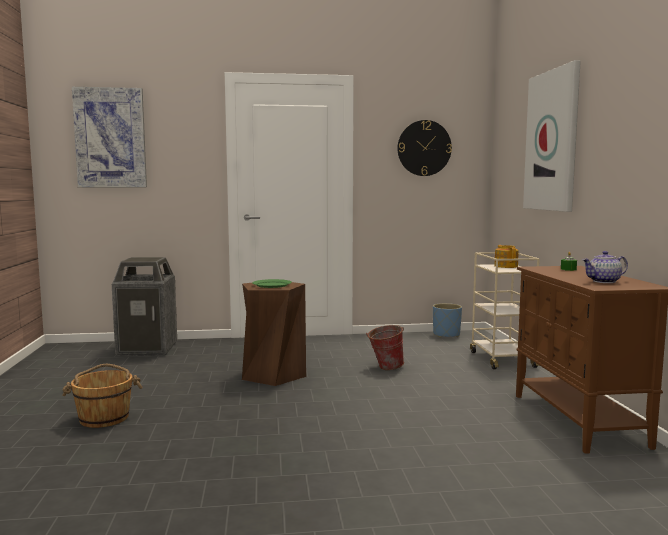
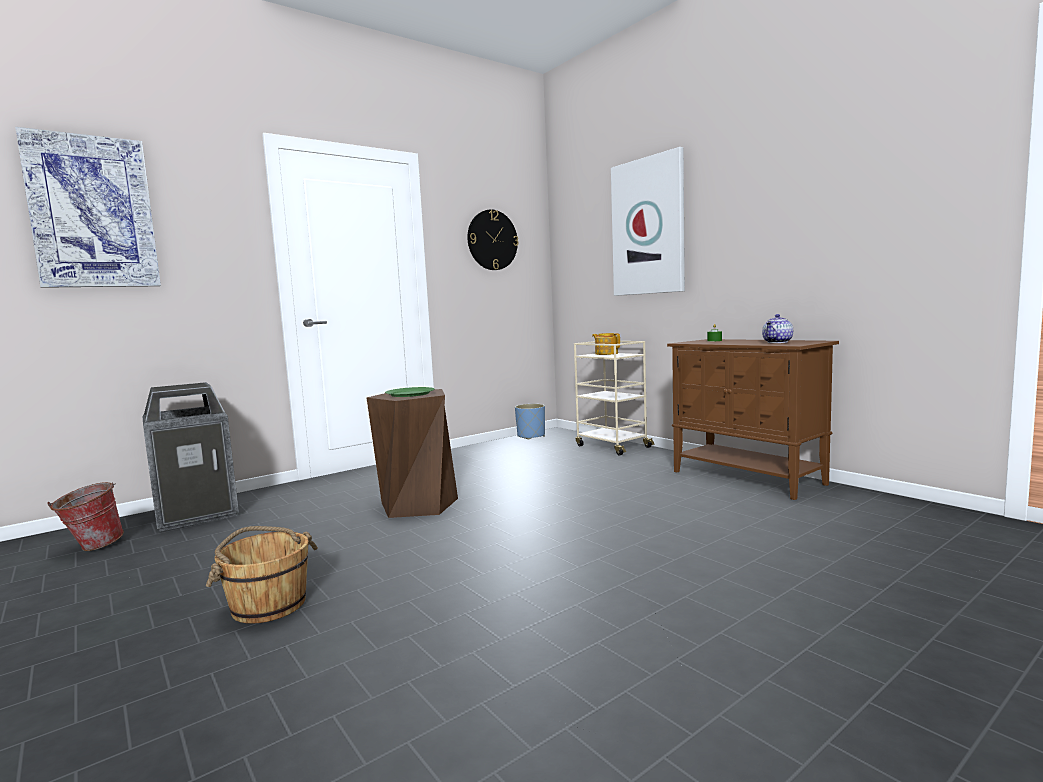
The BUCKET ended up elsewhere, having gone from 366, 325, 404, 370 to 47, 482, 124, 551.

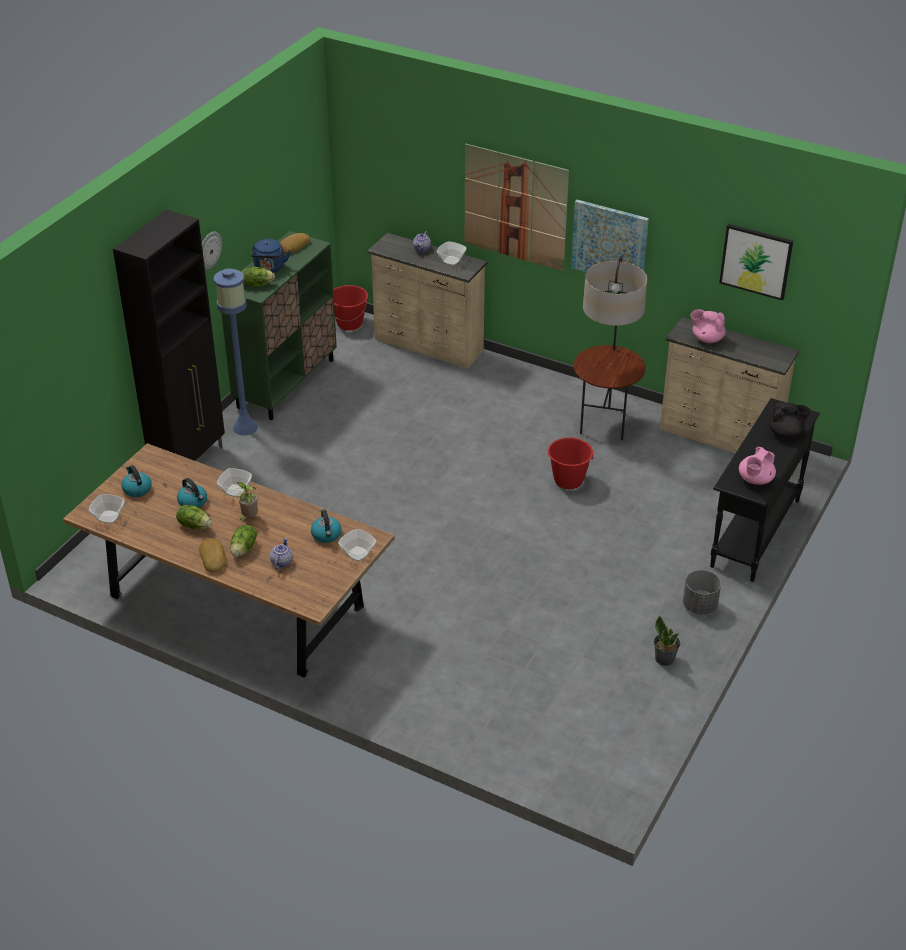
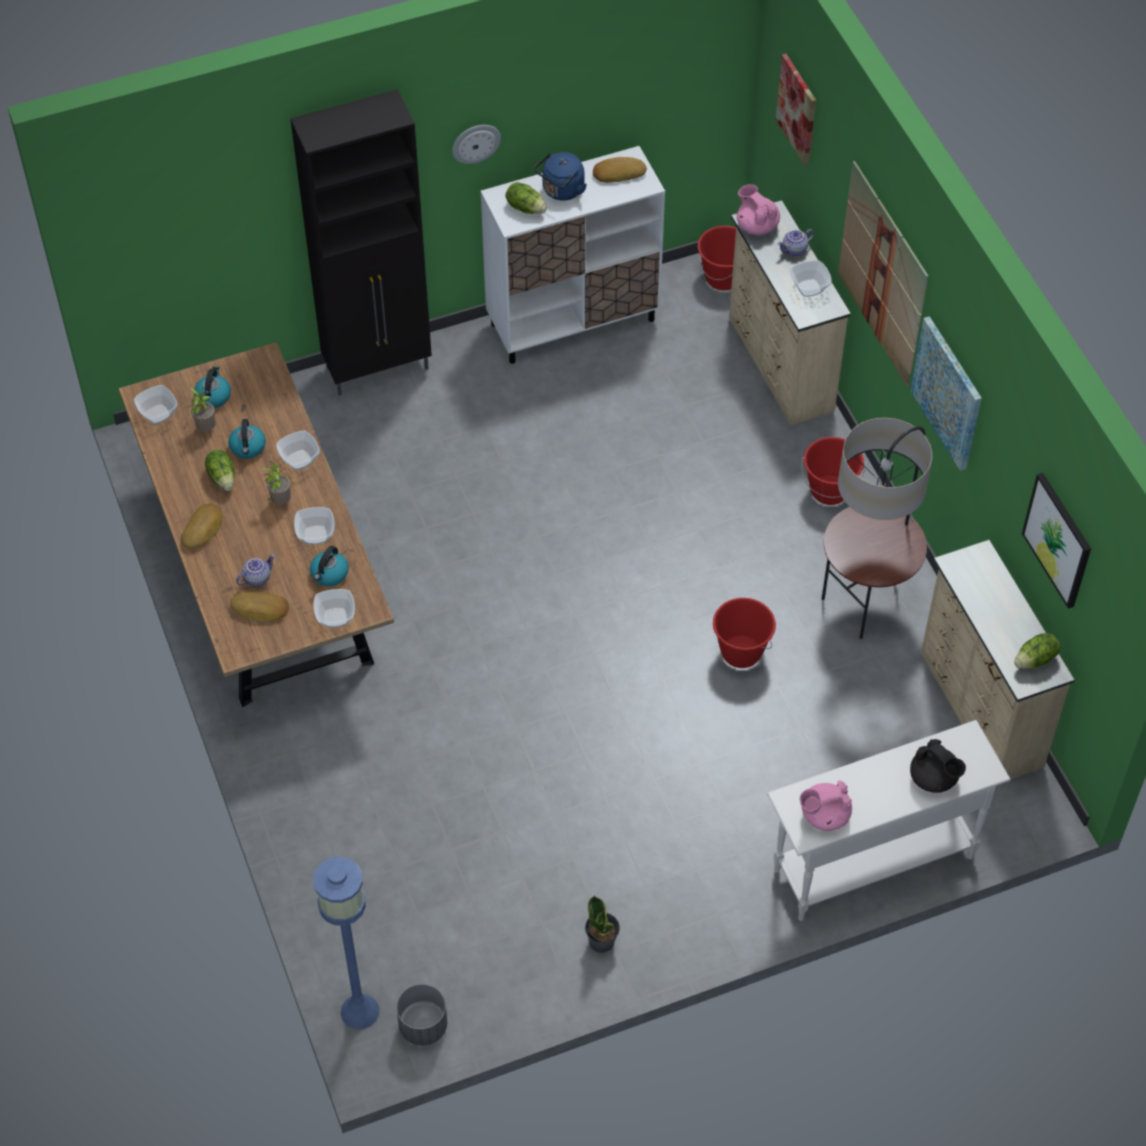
The second view gained the HOUSEPLANT at 191, 387, 216, 432.
The second view gained the BAKERY BREAD at 230, 592, 289, 622.
The second view gained the SERVING BOWL at 294, 507, 335, 545.
The second view gained the WALL ART at 776, 54, 816, 166.
The second view gained the REDDISH BUCKET at 801, 437, 865, 505.
The BLUE STANDARD LAMP ended up elsewhere, having gone from 214, 268, 258, 436 to 313, 857, 379, 1029.
The HEAD OF LETTUCE ended up elsewhere, having gone from 231, 525, 257, 557 to 1014, 633, 1061, 669.
The GREY FLOWER POT ended up elsewhere, having gone from 683, 570, 721, 615 to 396, 984, 447, 1046.
The PINK-COLOURED TEA POT ended up elsewhere, having gone from 691, 309, 726, 343 to 737, 184, 780, 235.
What was the GREENISH STORAGE CABINET at 221, 231, 337, 420 turned into the WHITE STORAGE CABINET at 481, 146, 665, 364.
What was the BLACK CONSOLE TABLE at 710, 398, 820, 582 turned into the WHITE CONSOLE TABLE at 767, 720, 1011, 921.

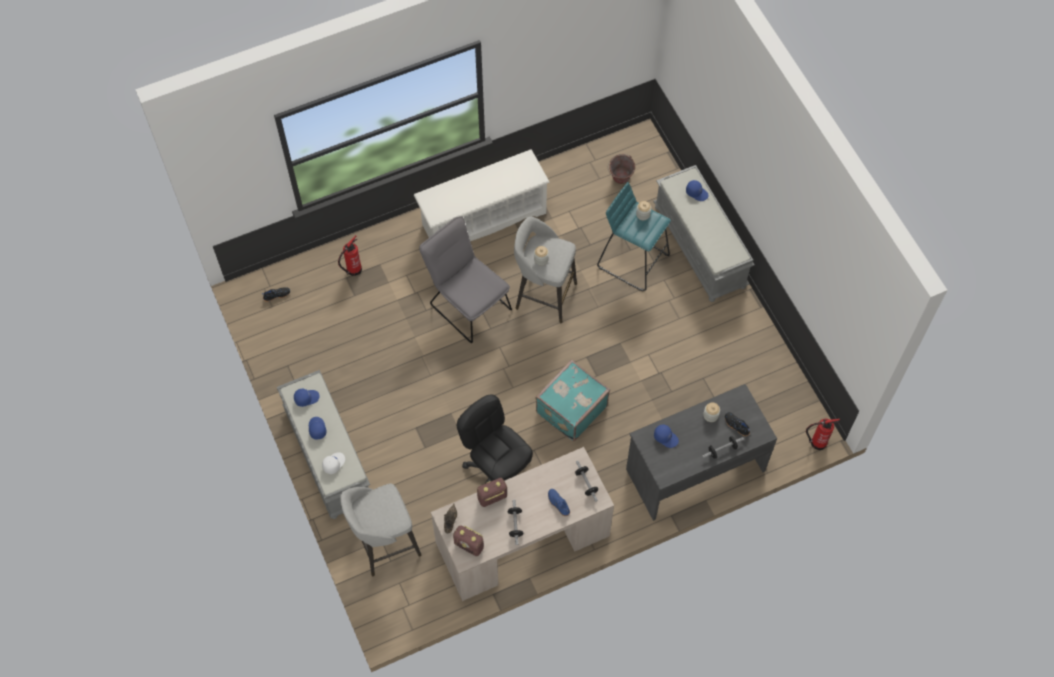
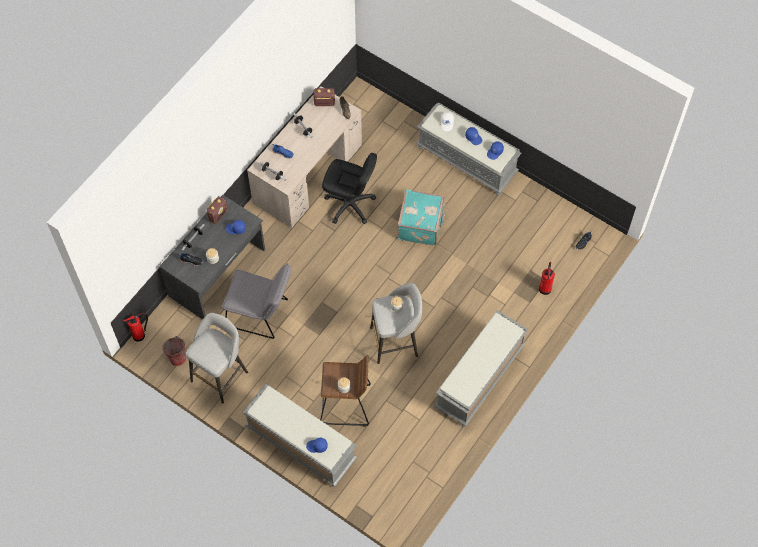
The GREY STOOL SEAT ended up elsewhere, having gone from 340, 484, 422, 577 to 186, 313, 248, 404.
The GREY PLAIN CHAIR ended up elsewhere, having gone from 419, 216, 512, 343 to 222, 263, 292, 339.
The RADIO SET ended up elsewhere, having gone from 477, 478, 507, 507 to 207, 197, 228, 224.
The BLUE-GREEN PIECE OF LUGGAGE ended up elsewhere, having gone from 536, 359, 610, 441 to 397, 189, 446, 245.
The BUCKET ended up elsewhere, having gone from 608, 154, 635, 184 to 162, 336, 187, 366.
Where the WHITE SHOE SHELF stood at 414, 150, 550, 241, the GREY BENCH came to stand at 435, 310, 529, 426.
What was the BLUE-GREEN STOOL SEAT at 597, 182, 671, 291 turned into the BROWN-COLOURED STOOL SEAT at 320, 355, 371, 426.

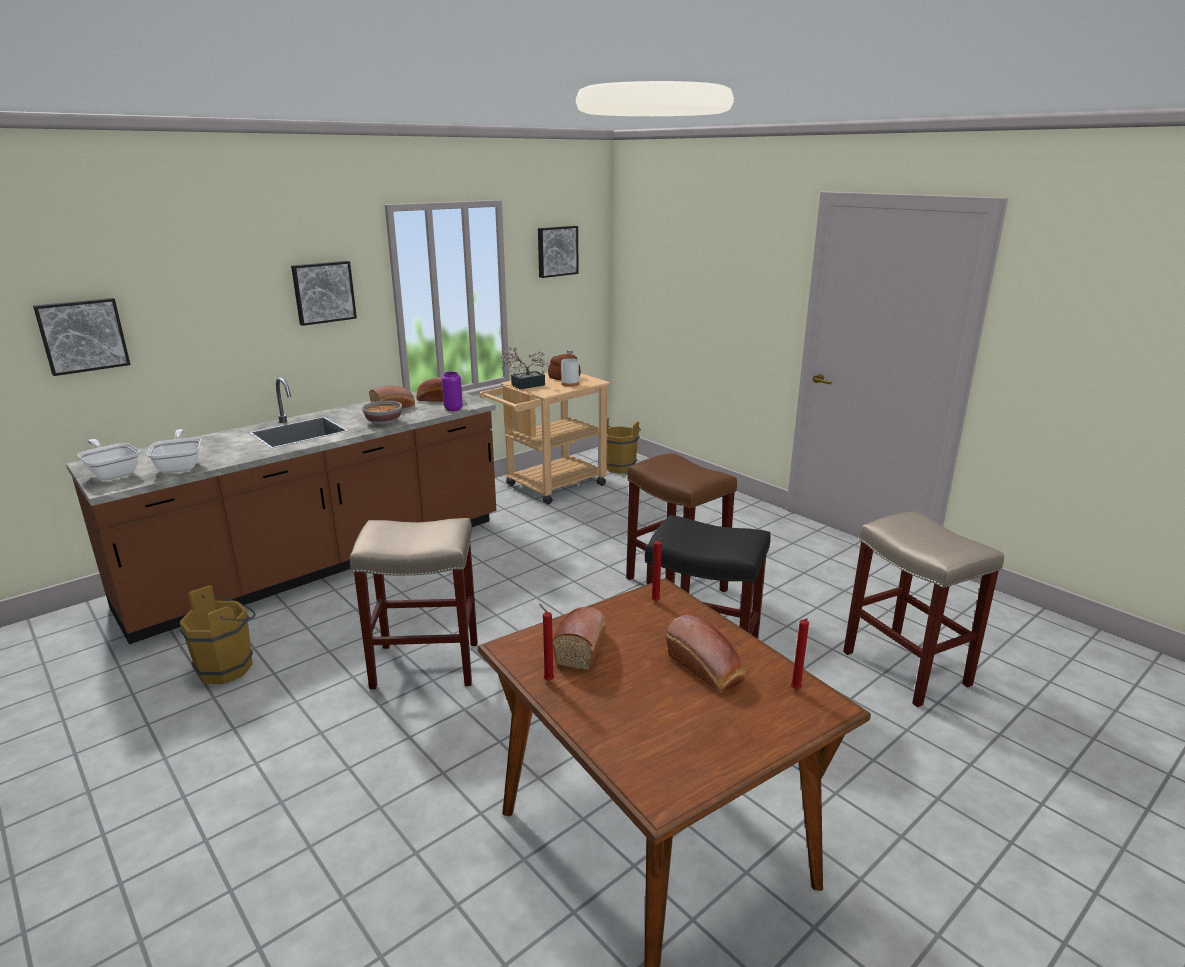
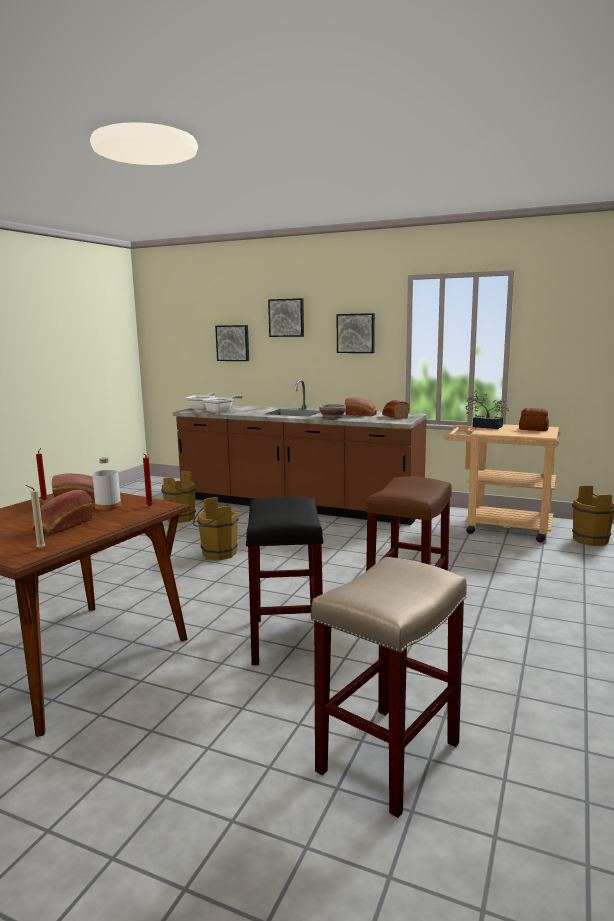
The second view lost the PURPLISH FLOWER VASE at 442, 372, 463, 411.
The WALL ART ended up elsewhere, having gone from 538, 226, 579, 278 to 268, 298, 304, 337.
The WHITE BOTTLE ended up elsewhere, having gone from 561, 349, 579, 387 to 92, 458, 122, 510.
Where the BEIGE-COLOURED STOOL SEAT stood at 350, 518, 478, 689, the BROWN-COLOURED BUCKET came to stand at 193, 497, 239, 560.
What was the REDDISH WAX CANDLE at 791, 618, 809, 689 turned into the BEIGE-COLOURED WAX CANDLE at 26, 485, 45, 549.

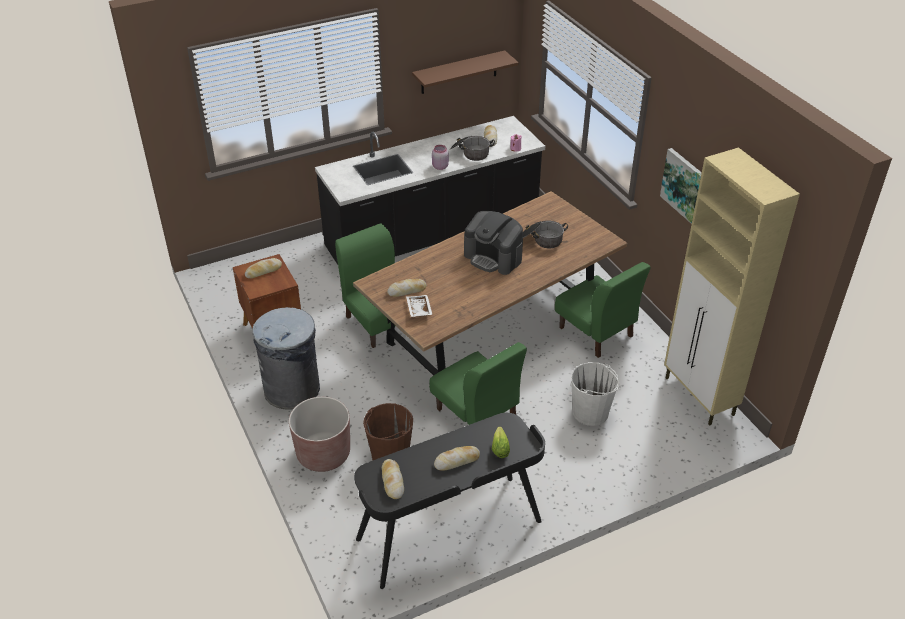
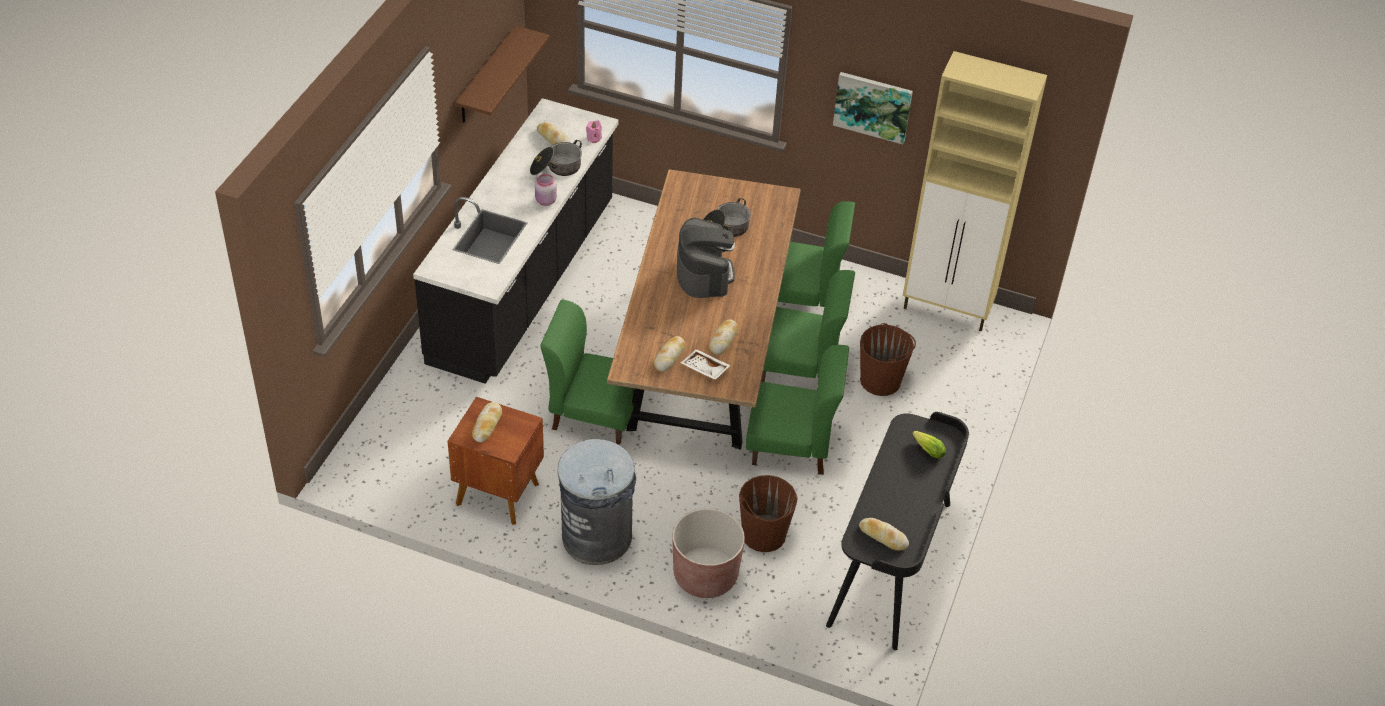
The second view gained the GREENISH PLAIN CHAIR at 761, 270, 855, 382.
The BAKERY BREAD ended up elsewhere, having gone from 434, 446, 480, 470 to 709, 319, 738, 355.
What was the WHITE BUCKET at 571, 362, 619, 426 turned into the BROWN-COLOURED BUCKET at 860, 323, 916, 396.
The COFFEE BREWER at 464, 211, 523, 275 ended up facing another way, 90 degrees counterclockwise from before.

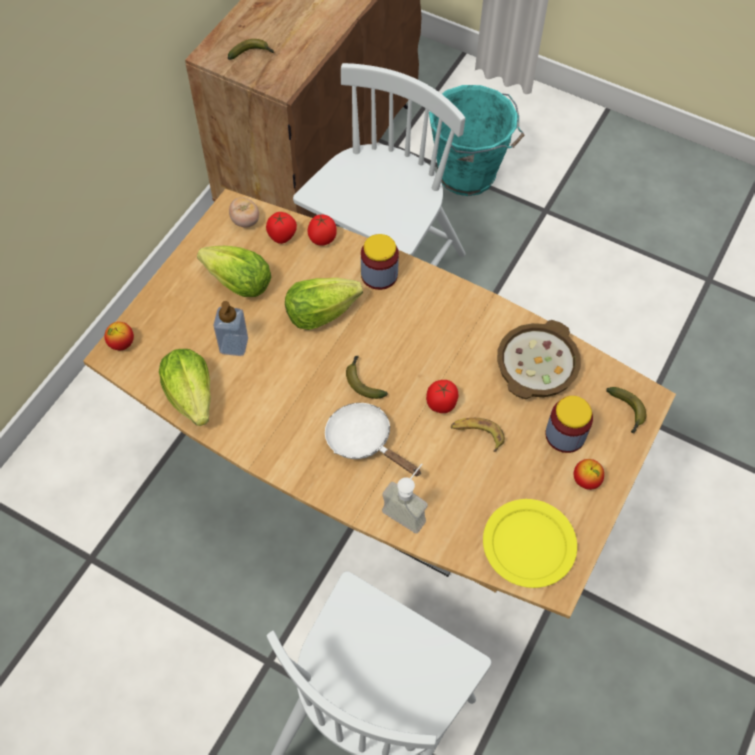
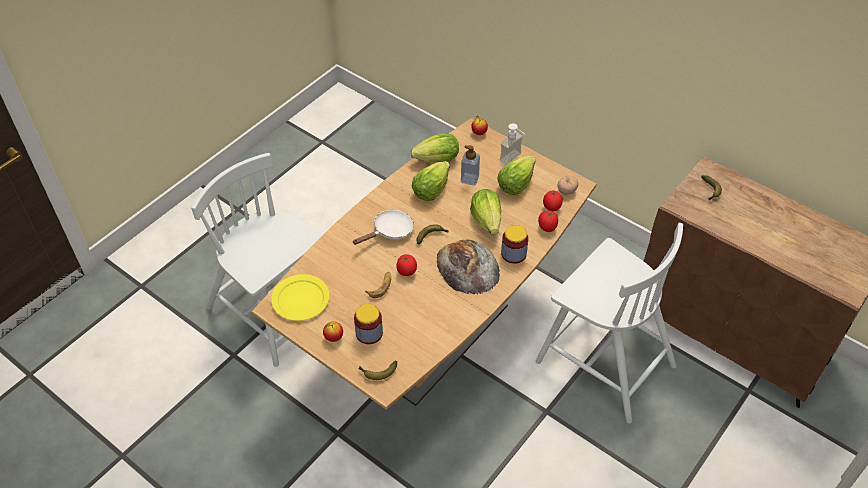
The second view lost the BLUE-GREEN BUCKET at 429, 85, 525, 196.
The second view lost the SERVING BOWL at 497, 320, 581, 399.
The second view gained the HEAD OF LETTUCE at 412, 161, 450, 201.
The second view gained the BAKERY BREAD at 437, 239, 500, 294.
The SOAP DISPENSER ended up elsewhere, having gone from 382, 464, 428, 533 to 500, 123, 525, 165.

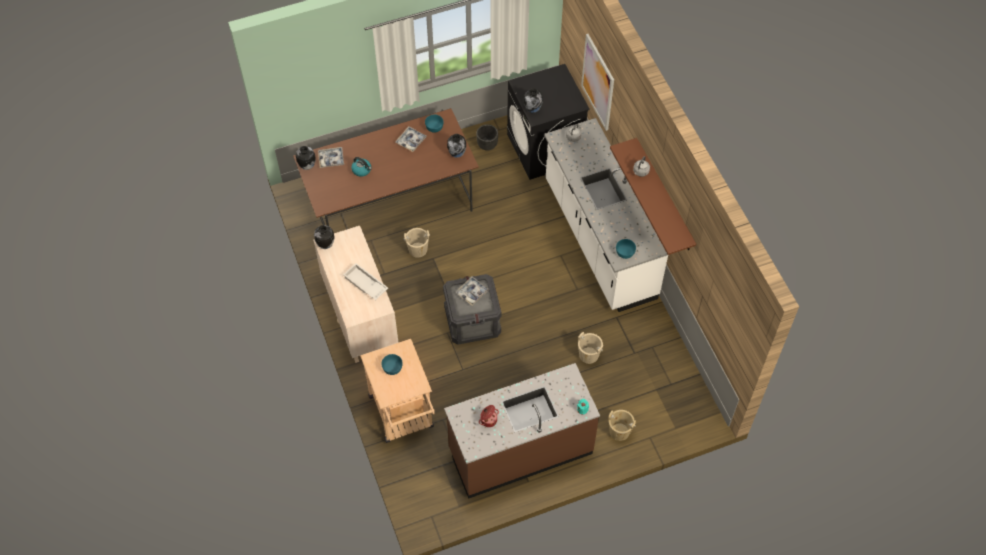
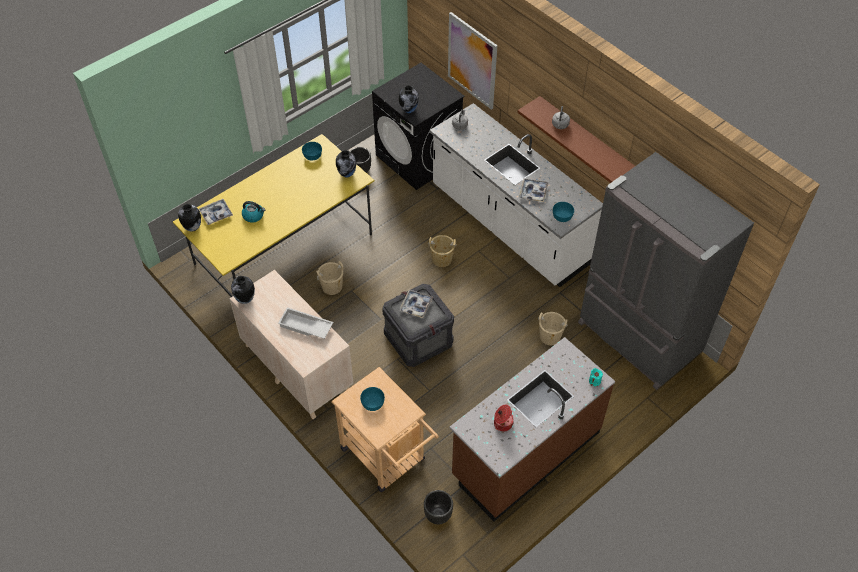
The second view gained the BLACK FLOWER POT at 424, 490, 453, 524.
The second view gained the GREY KITCHEN FRIDGE at 578, 152, 754, 390.
The CARRYING TRAY ended up elsewhere, having gone from 395, 126, 427, 152 to 519, 178, 548, 202.
The BEIGE-COLOURED BUCKET ended up elsewhere, having gone from 609, 410, 636, 441 to 428, 235, 457, 267.
What was the BROWN-COLOURED DINING TABLE at 293, 108, 479, 226 turned into the YELLOWISH DINING TABLE at 173, 134, 374, 297.

